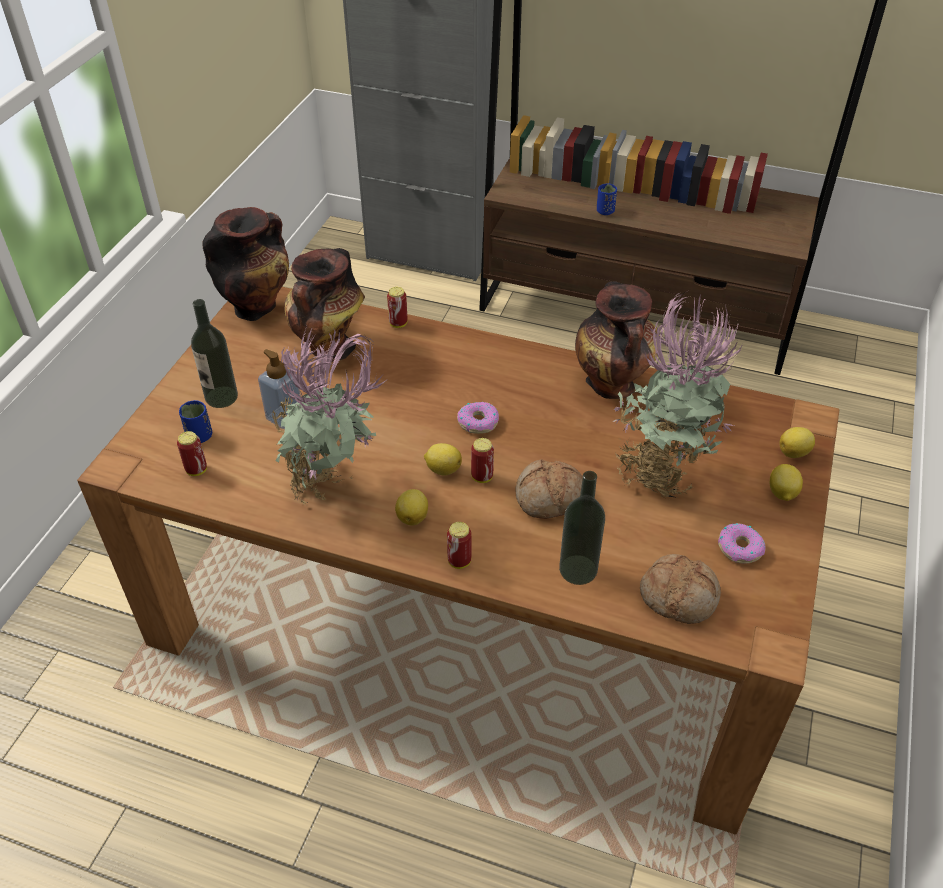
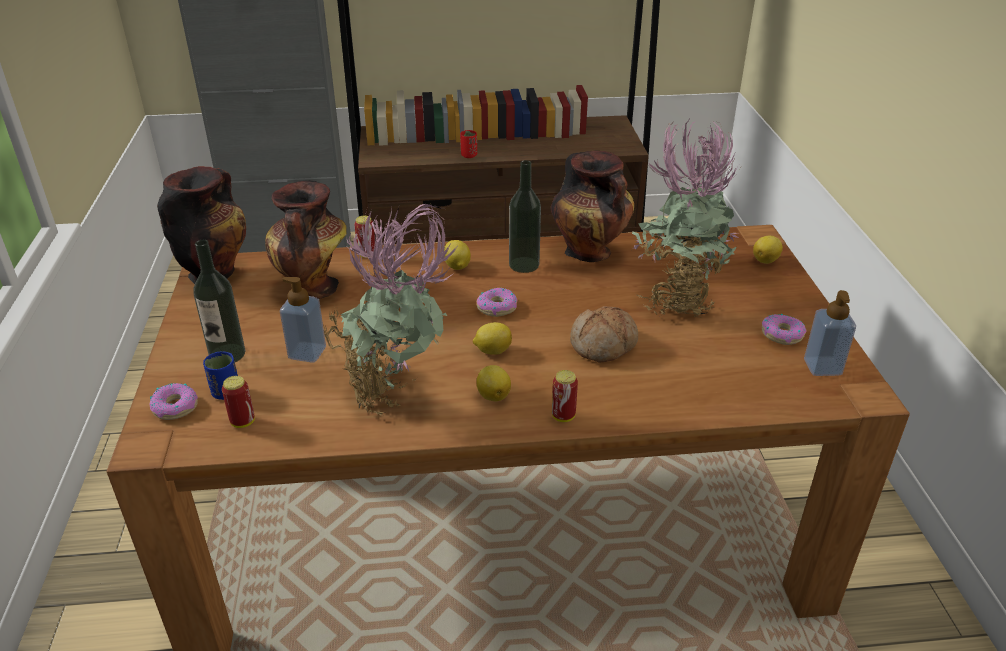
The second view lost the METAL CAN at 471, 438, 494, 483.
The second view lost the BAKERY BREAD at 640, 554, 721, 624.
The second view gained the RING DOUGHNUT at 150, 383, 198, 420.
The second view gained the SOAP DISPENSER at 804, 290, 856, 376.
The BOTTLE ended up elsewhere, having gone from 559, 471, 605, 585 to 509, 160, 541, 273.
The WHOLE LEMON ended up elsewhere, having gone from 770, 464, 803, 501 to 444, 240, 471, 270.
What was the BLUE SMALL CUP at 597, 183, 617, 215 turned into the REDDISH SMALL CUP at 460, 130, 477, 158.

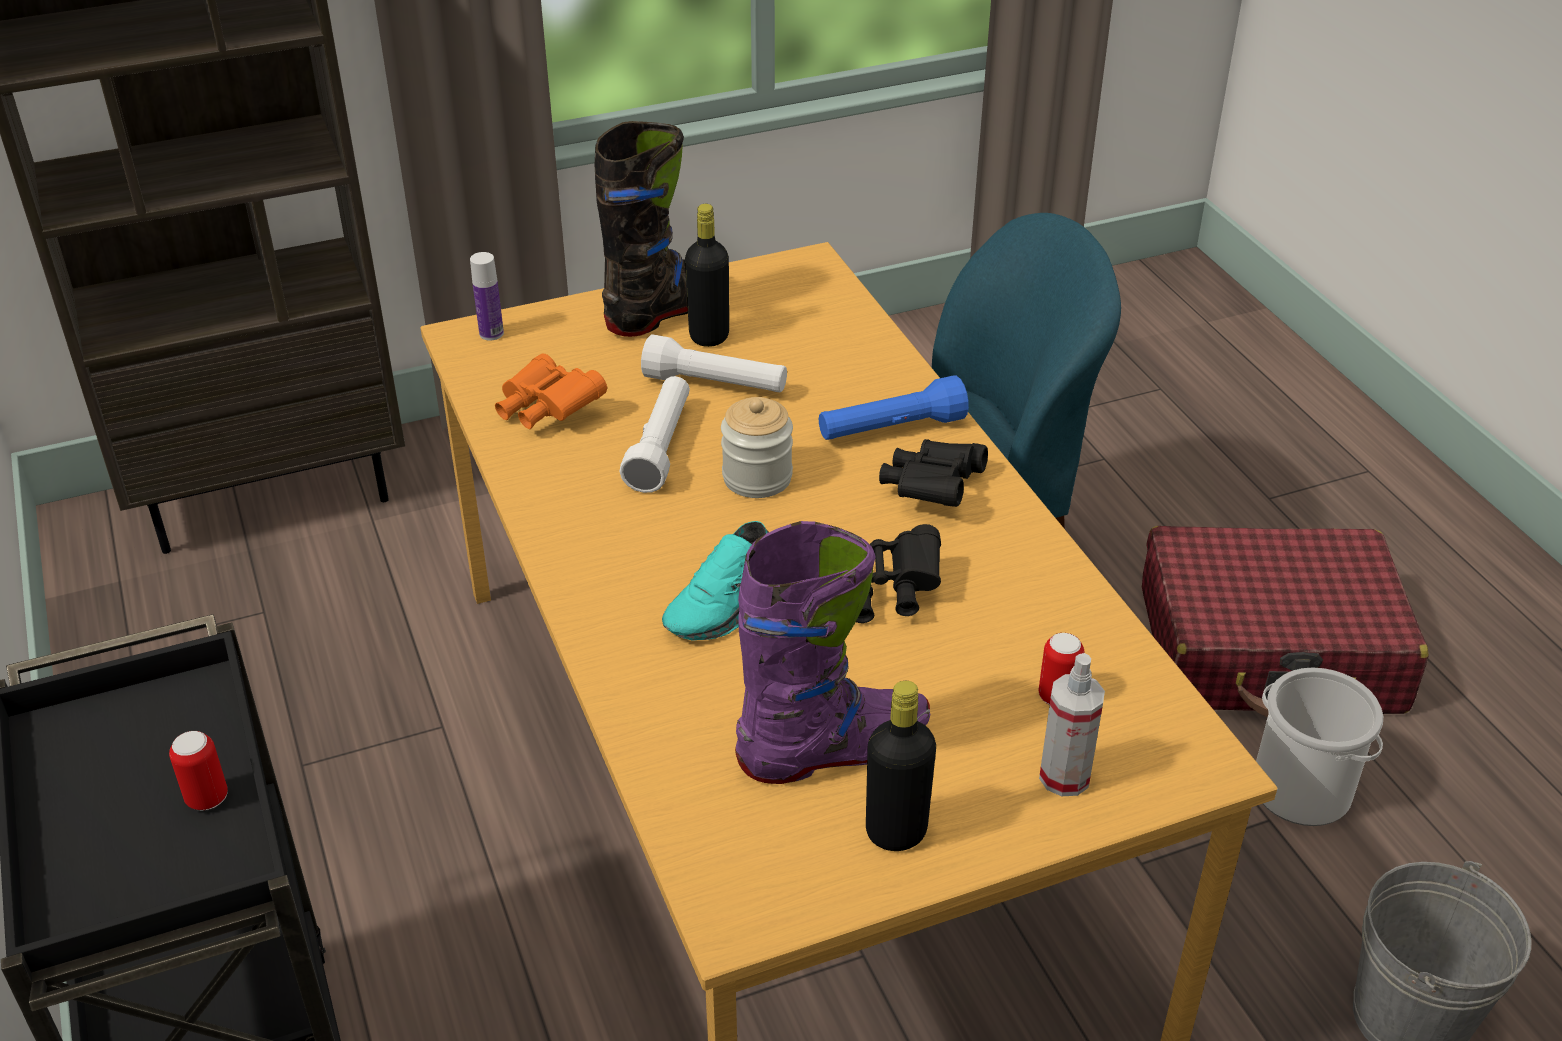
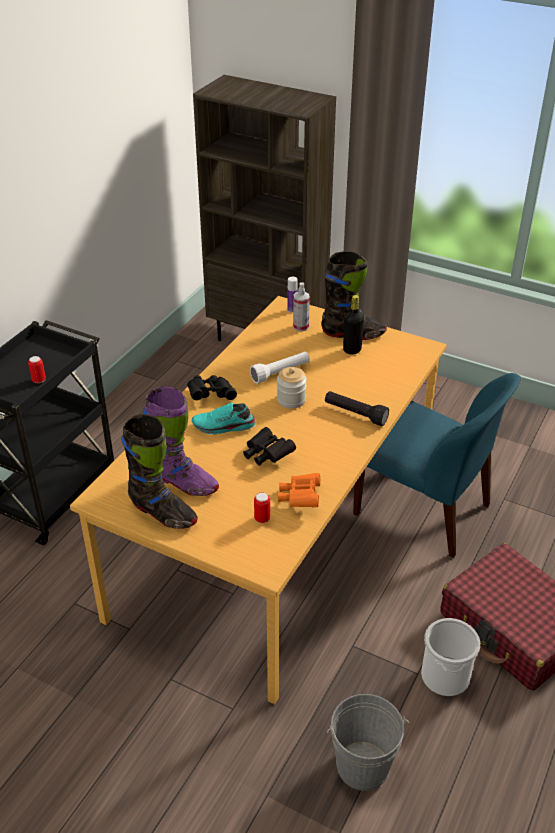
The second view lost the WHITE HAND TORCH at 641, 334, 787, 392.
The ORANGEY PAIR OF BINOCULARS ended up elsewhere, having gone from 495, 354, 607, 429 to 278, 473, 320, 507.
The BLACK PAIR OF BINOCULARS ended up elsewhere, having gone from 879, 439, 988, 507 to 187, 375, 237, 400.
The HAND SPRAYER ended up elsewhere, having gone from 1039, 653, 1105, 796 to 293, 282, 310, 331.
Where the BLACK BOTTLE stood at 866, 681, 936, 851, the BLACK HIGH-TOP BOOT came to stand at 121, 414, 198, 529.
What was the BLUE HAND TORCH at 819, 375, 969, 440 turned into the BLACK HAND TORCH at 325, 391, 389, 426.

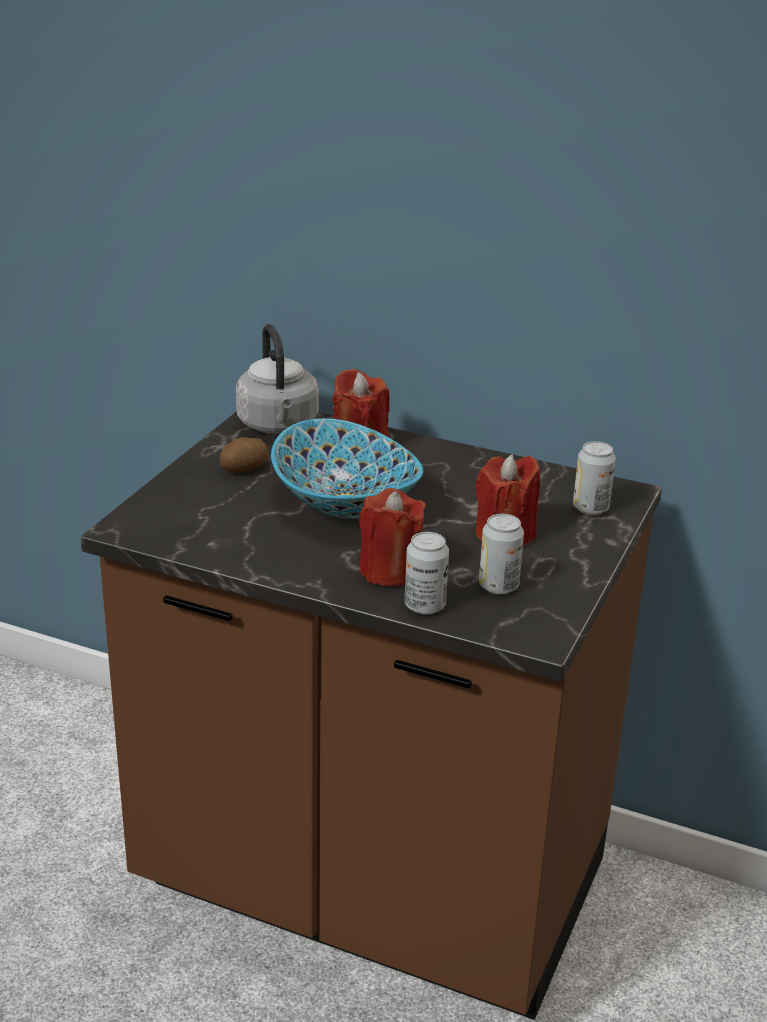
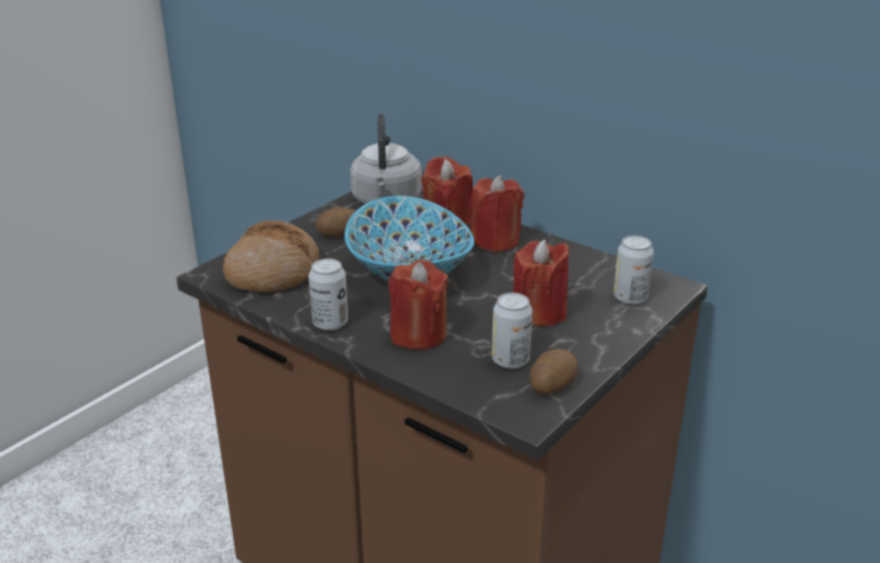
The second view gained the BAKERY BREAD at 223, 220, 319, 292.
The second view gained the REDDISH WAX CANDLE at 470, 175, 524, 252.
The second view gained the SPUD at 529, 349, 578, 394.
The METAL CAN ended up elsewhere, having gone from 405, 532, 449, 615 to 309, 258, 348, 331.

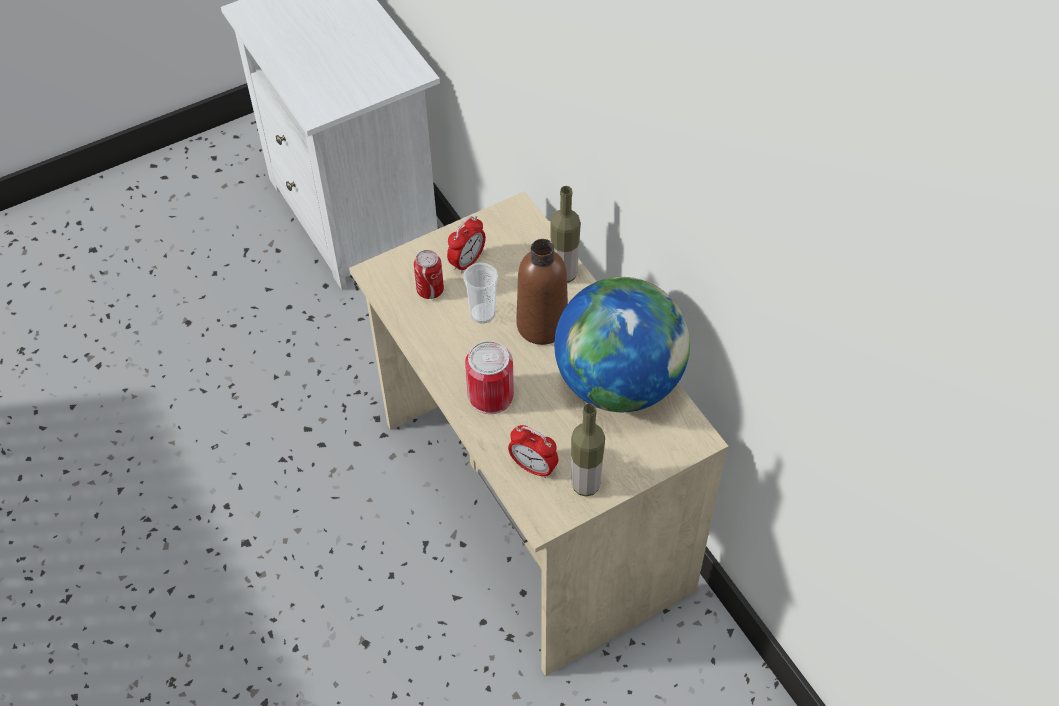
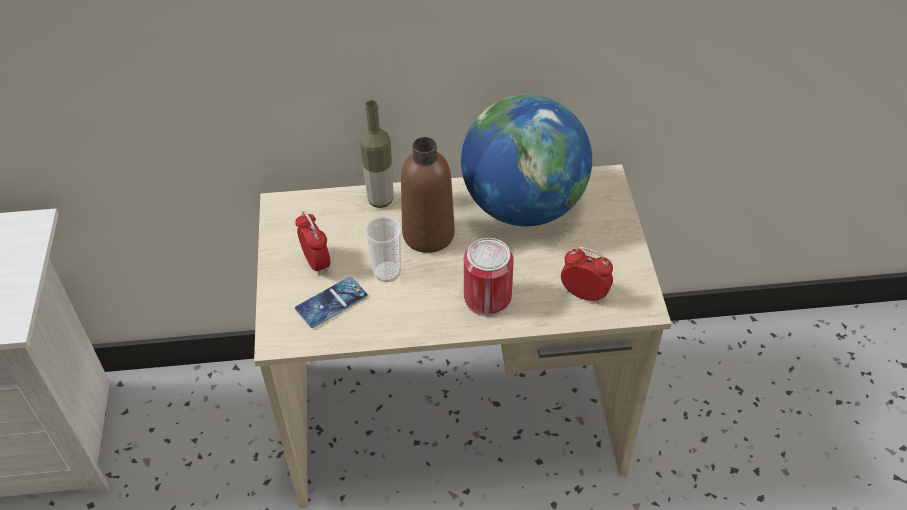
The second view lost the BOTTLE at 571, 403, 605, 497.
Where the METAL CAN stood at 414, 250, 444, 299, the TELEPHONE came to stand at 295, 276, 368, 328.
The ALARM CLOCK at 508, 425, 558, 478 ended up facing another way, 120 degrees counterclockwise from before.

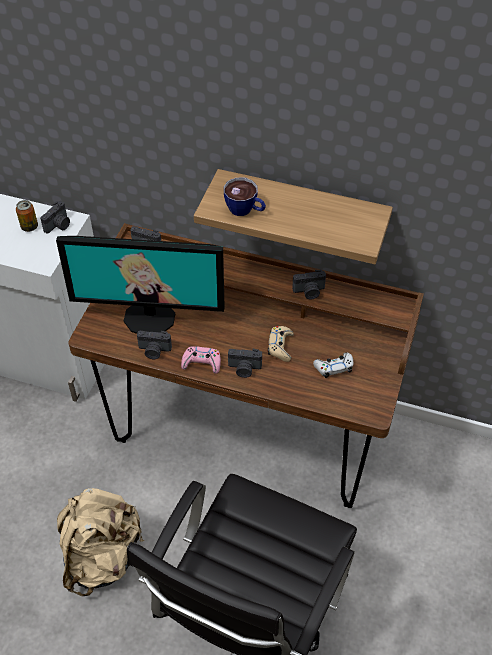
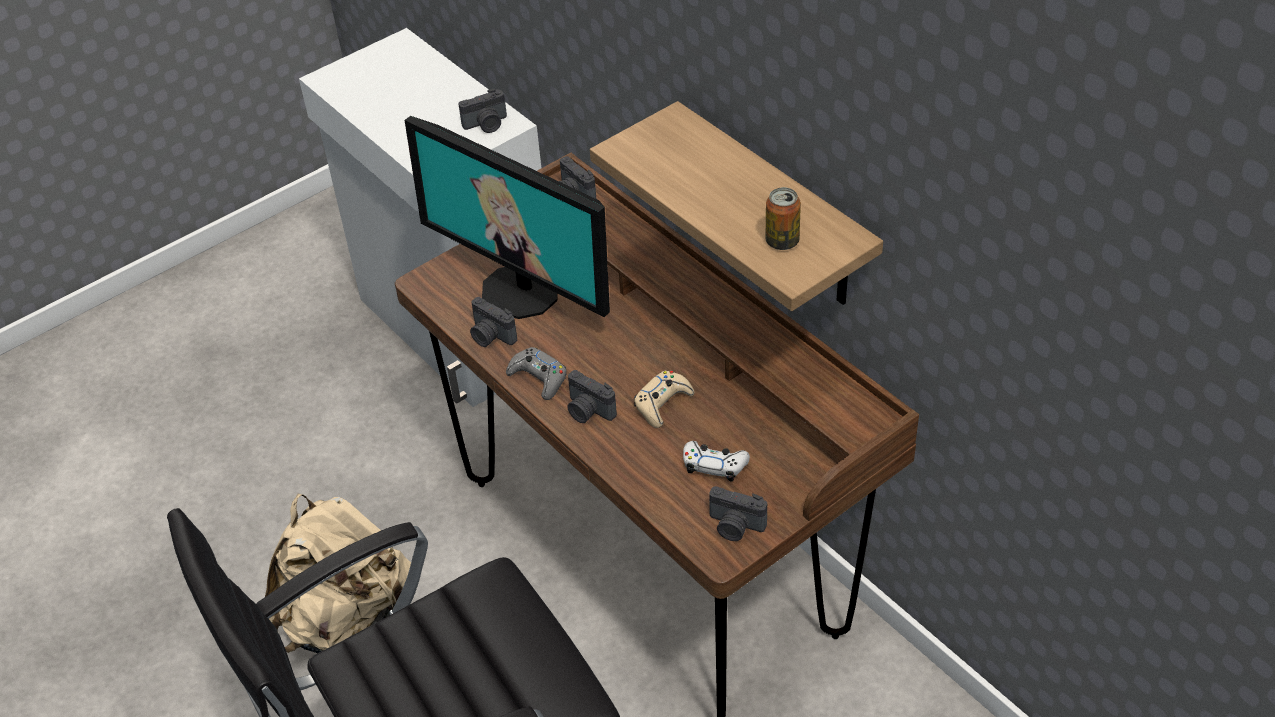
The second view lost the SMALL CUP at 224, 178, 266, 216.
The METAL CAN ended up elsewhere, having gone from 16, 200, 38, 232 to 765, 187, 801, 250.
The PHOTO CAMERA ended up elsewhere, having gone from 292, 270, 326, 300 to 709, 486, 767, 541.
What was the PINK-COLOURED GAMEPAD at 181, 346, 221, 374 turned into the GREY GAMEPAD at 506, 347, 567, 400.

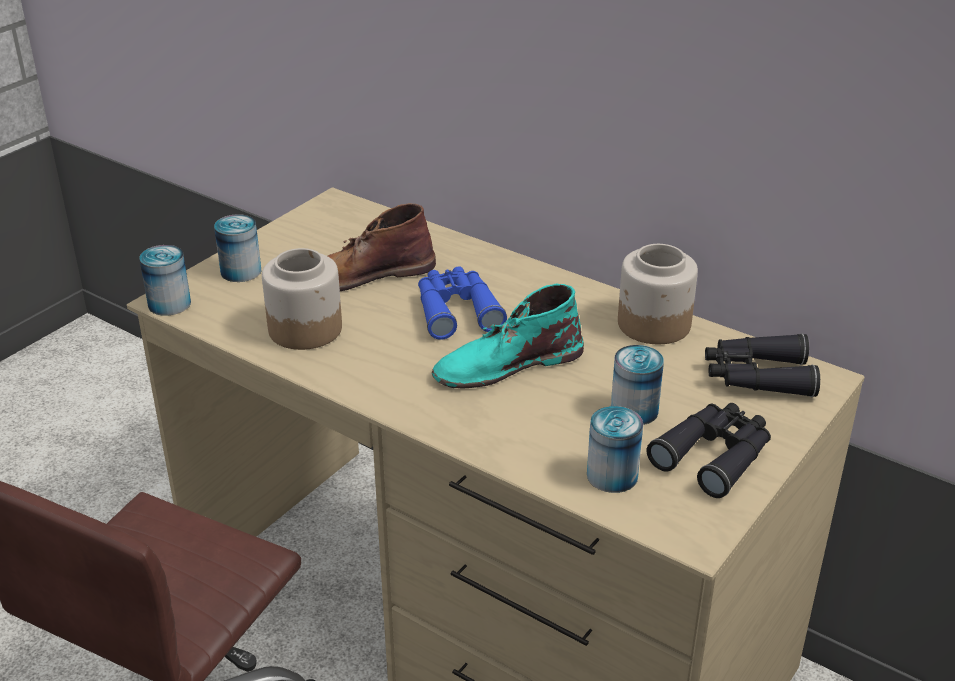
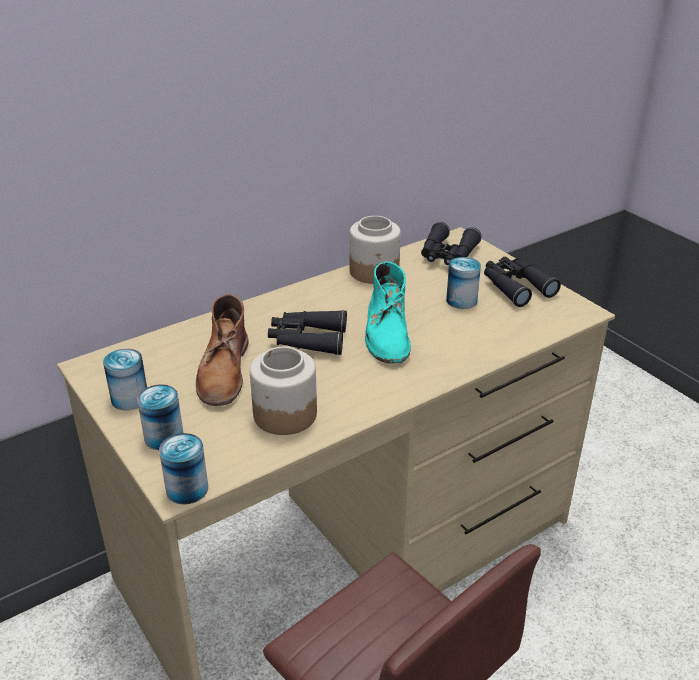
The METAL CAN ended up elsewhere, having gone from 587, 406, 643, 493 to 103, 348, 147, 410.
What was the BLUE PAIR OF BINOCULARS at 418, 266, 507, 340 turned into the BLACK PAIR OF BINOCULARS at 268, 310, 347, 355.

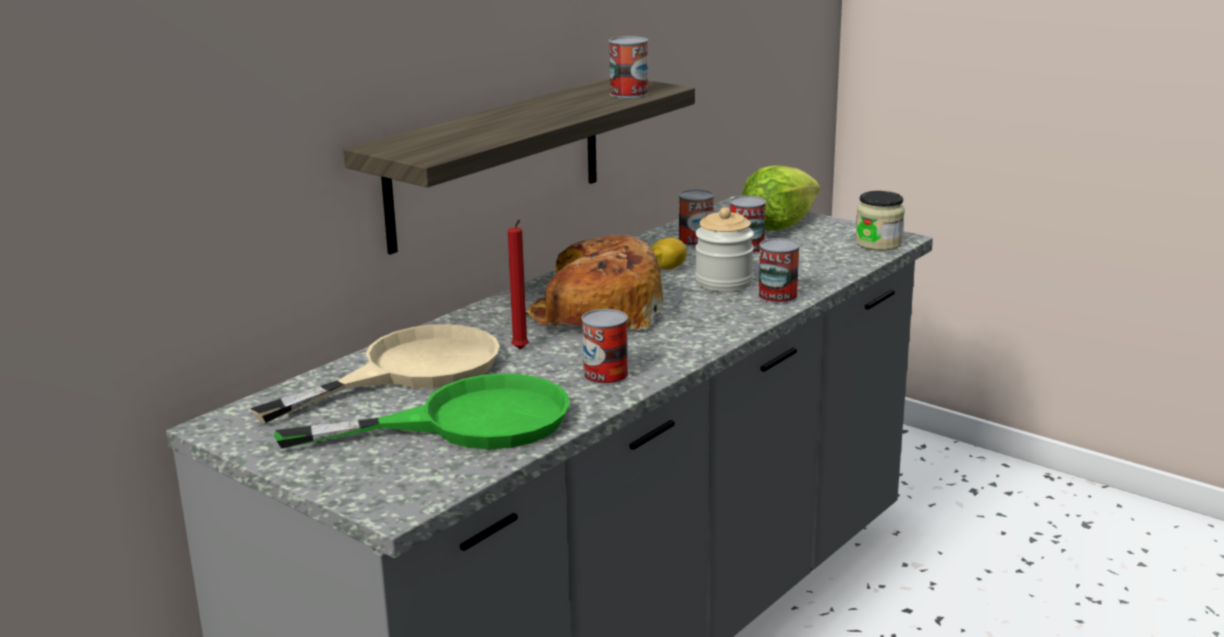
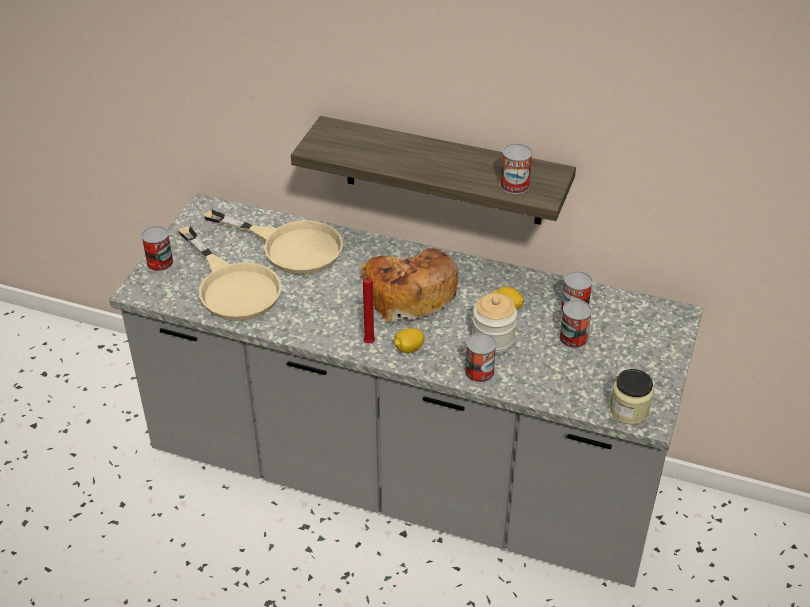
The second view lost the HEAD OF LETTUCE at 742, 166, 820, 231.
The second view gained the WHOLE LEMON at 394, 328, 424, 353.
The REDDISH WAX CANDLE ended up elsewhere, having gone from 508, 219, 529, 350 to 360, 276, 375, 343.
The METAL CAN ended up elsewhere, having gone from 582, 309, 628, 385 to 141, 226, 174, 271.
What was the GREENISH FRYING PAN at 274, 373, 570, 449 turned into the BEIGE-COLOURED FRYING PAN at 178, 226, 282, 321.

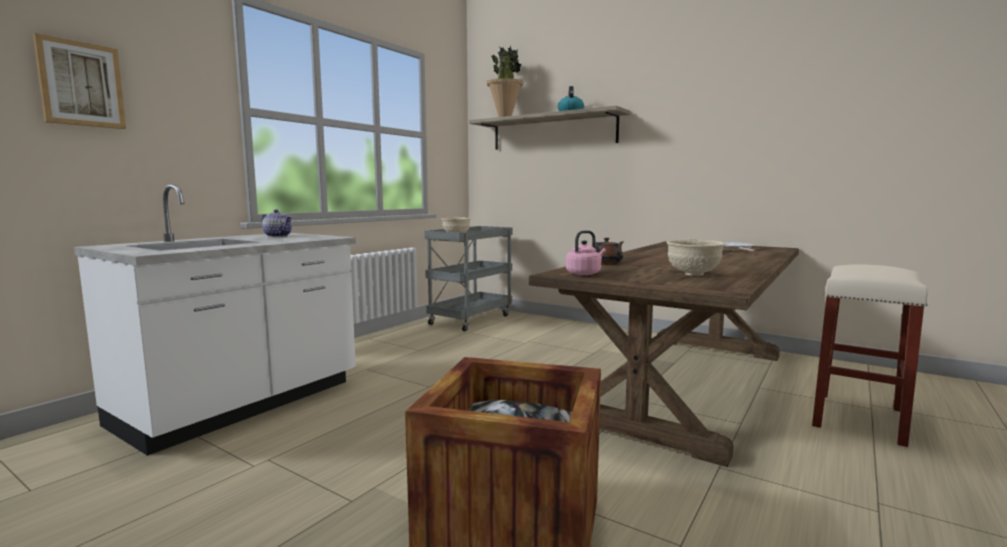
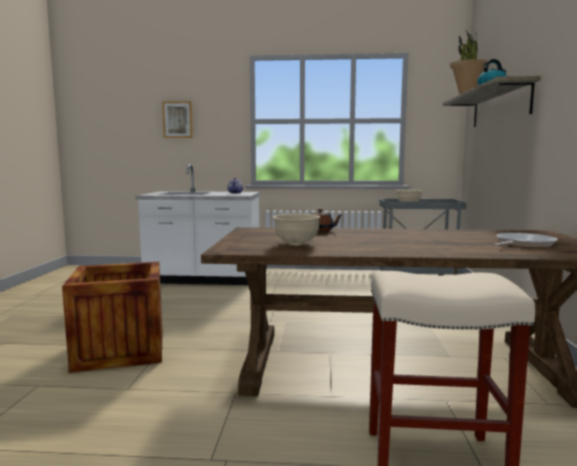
The second view lost the PINK-COLOURED TEA KETTLE at 566, 231, 606, 275.

